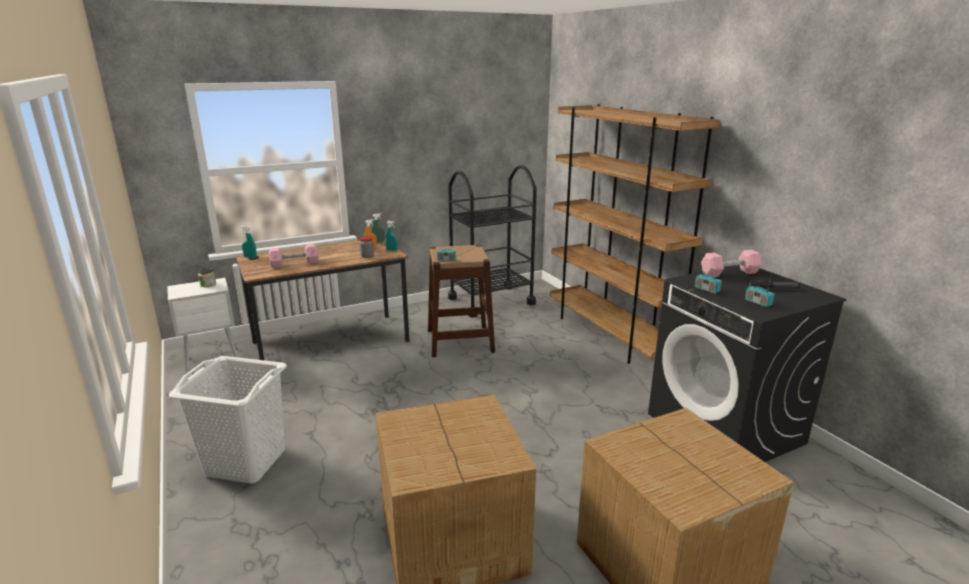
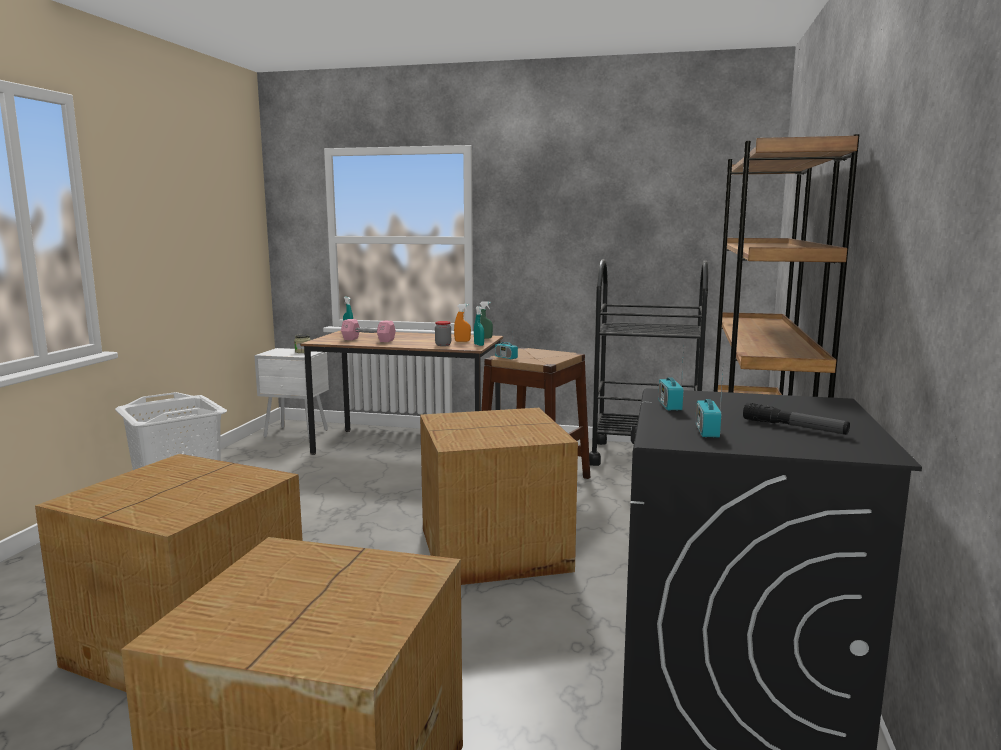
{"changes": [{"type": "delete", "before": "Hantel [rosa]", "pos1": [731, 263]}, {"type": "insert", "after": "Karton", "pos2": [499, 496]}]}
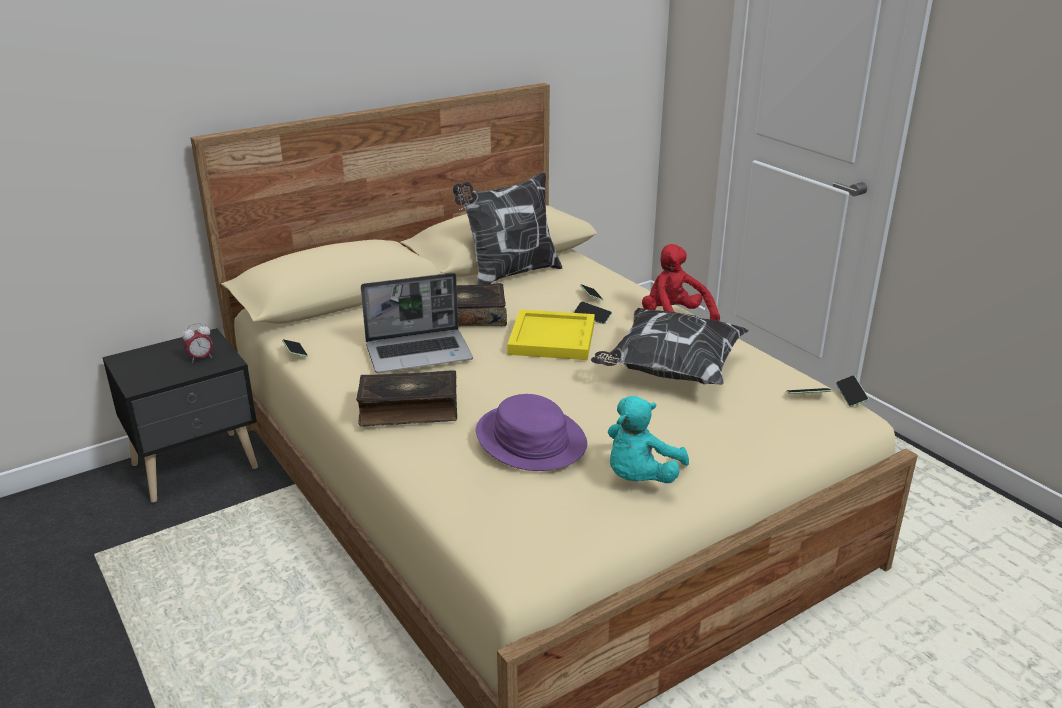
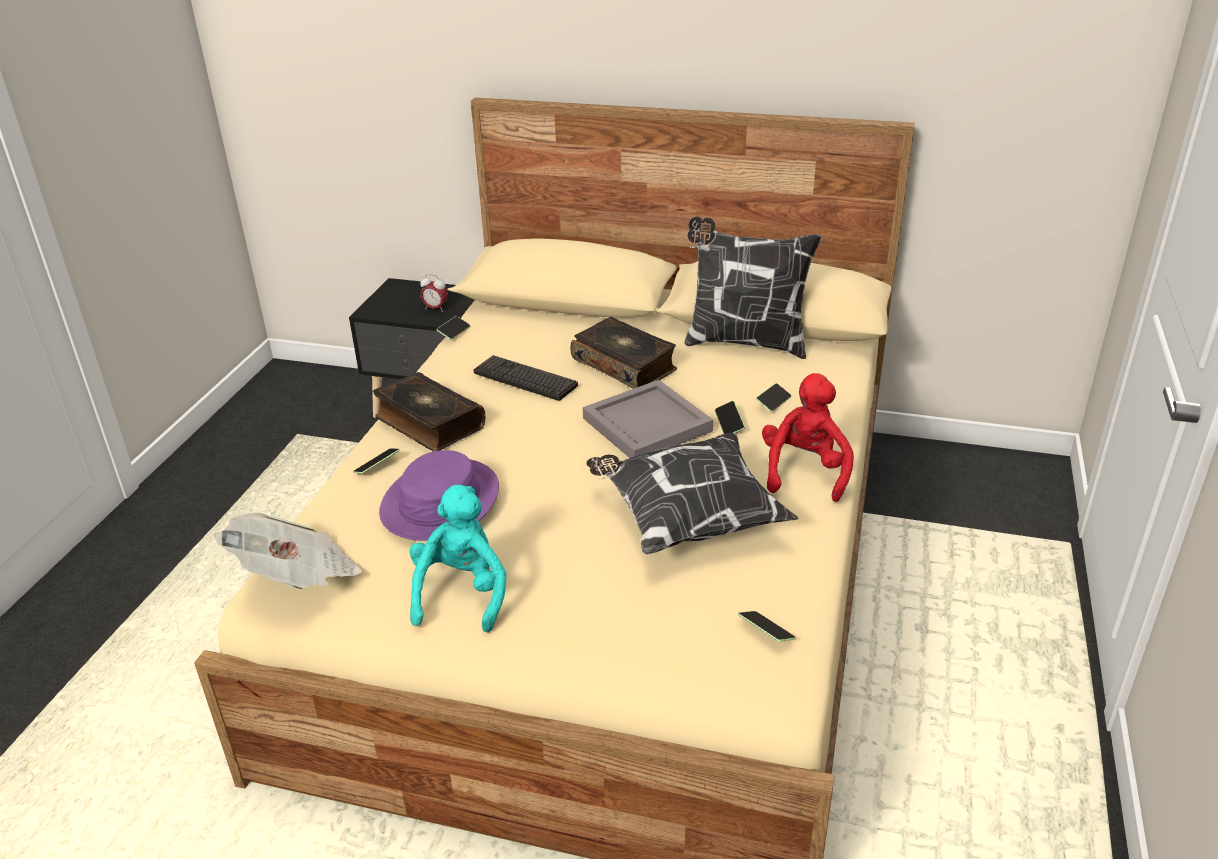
{"changes": [{"type": "insert", "after": "Zeitung", "pos2": [288, 551]}, {"type": "move", "before": "Handy", "pos1": [852, 391], "pos2": [376, 461]}, {"type": "replace", "before": "Laptop", "after": "Tastatur", "pos1": [417, 323], "pos2": [526, 378]}, {"type": "recolor", "before": "Tablett [gelb]", "after": "Tablett [grau]", "pos1": [551, 335], "pos2": [648, 419]}, {"type": "rotate", "before": "Plüschtier [türkis]", "pos1": [648, 439], "pos2": [458, 558], "turn": 105}]}
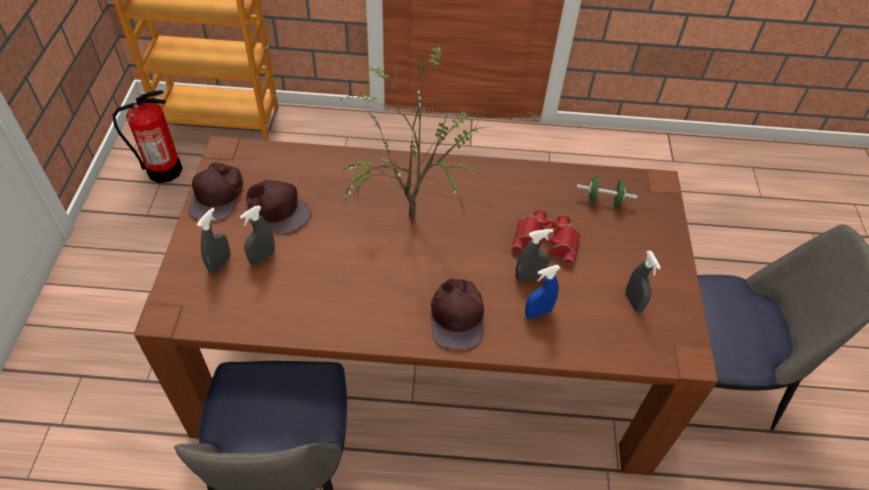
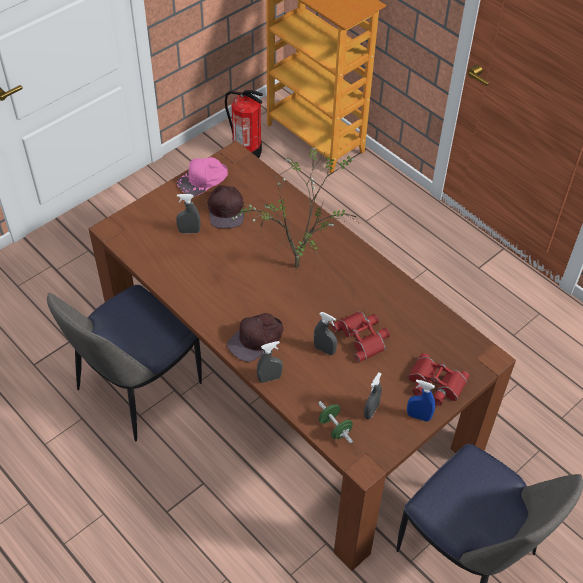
{"changes": [{"type": "insert", "after": "Fernglas [rot]", "pos2": [438, 379]}, {"type": "move", "before": "Sprühflasche [grau]", "pos1": [213, 240], "pos2": [270, 362]}, {"type": "move", "before": "Sprühflasche [blau]", "pos1": [542, 292], "pos2": [421, 400]}, {"type": "move", "before": "Hantel [grün]", "pos1": [607, 191], "pos2": [335, 422]}, {"type": "recolor", "before": "Kappe [braun]", "after": "Kappe [rosa]", "pos1": [215, 192], "pos2": [202, 176]}]}
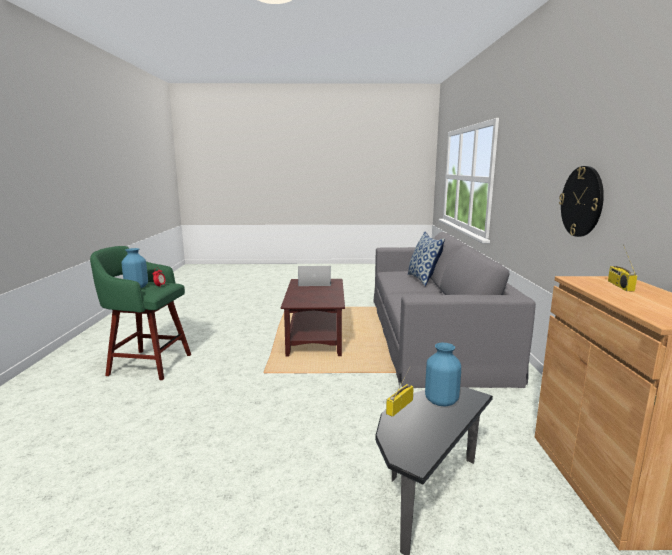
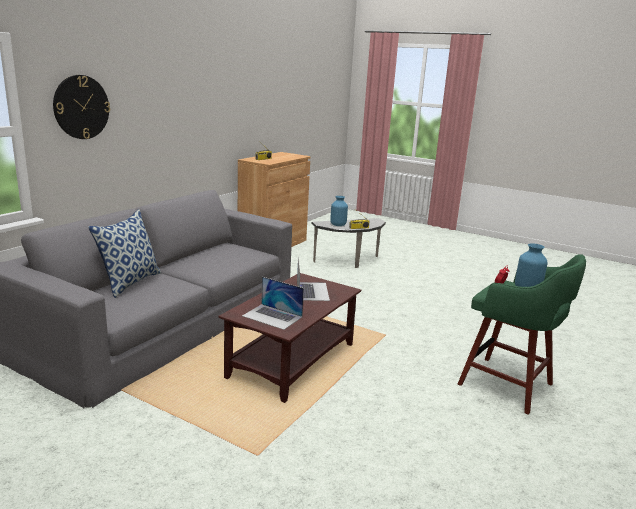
{"changes": [{"type": "insert", "after": "Laptop", "pos2": [313, 279]}, {"type": "move", "before": "Wanduhr", "pos1": [581, 201], "pos2": [81, 107]}]}
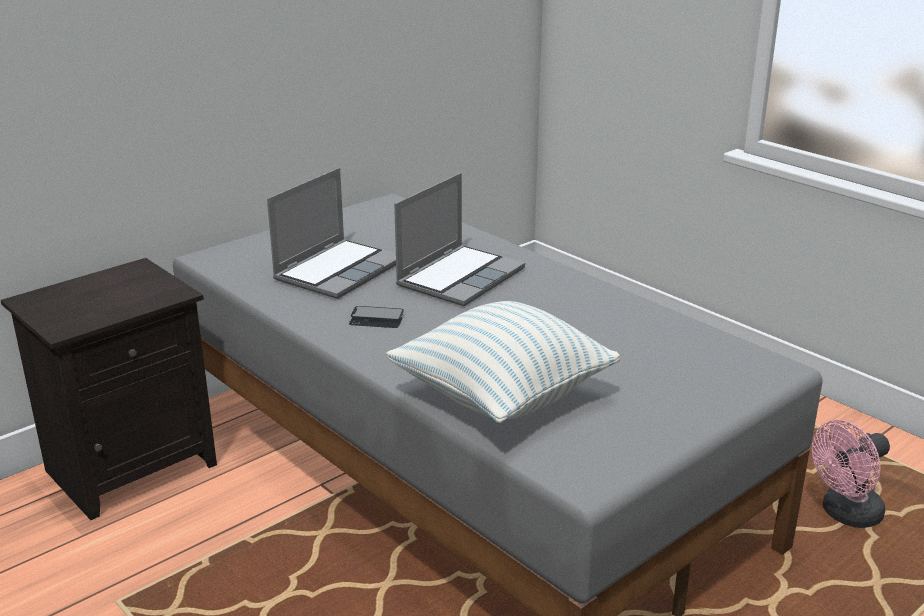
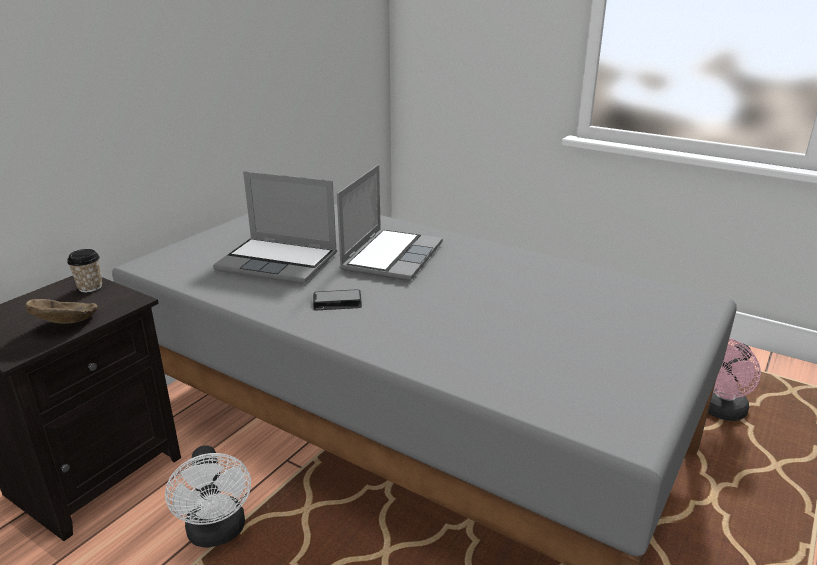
{"changes": [{"type": "delete", "before": "Kissen", "pos1": [503, 362]}, {"type": "insert", "after": "Schüssel [braun]", "pos2": [61, 311]}, {"type": "insert", "after": "Tasse", "pos2": [84, 270]}, {"type": "insert", "after": "Ventilator [weiß]", "pos2": [208, 496]}, {"type": "rotate", "before": "Laptop", "pos1": [331, 233], "pos2": [275, 227], "turn": 90}]}
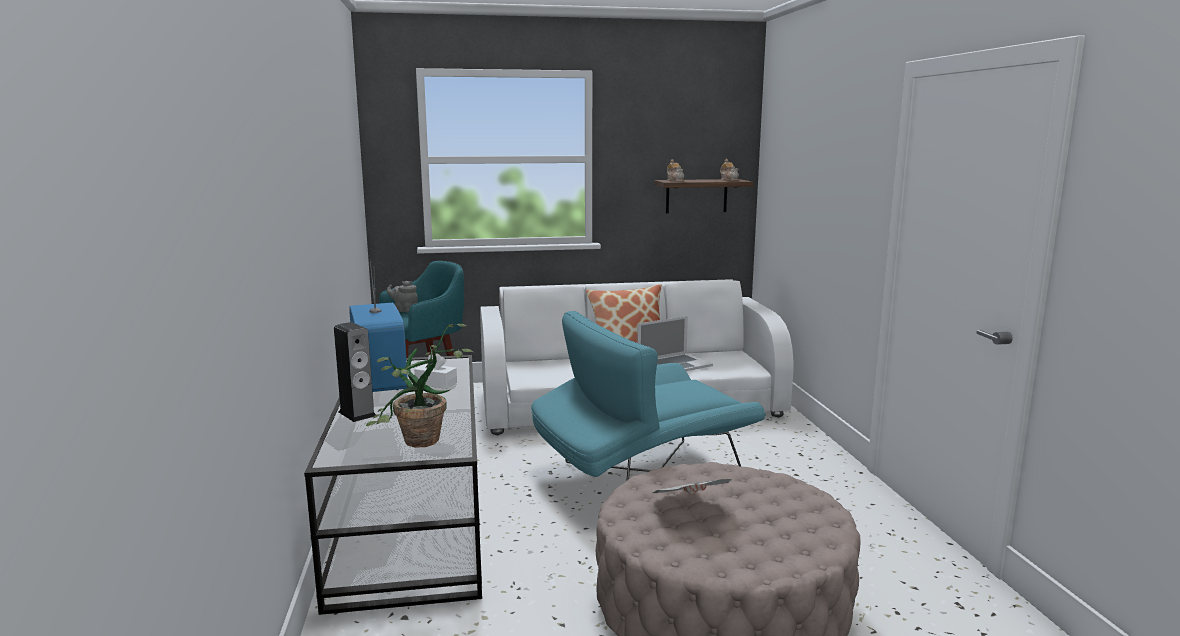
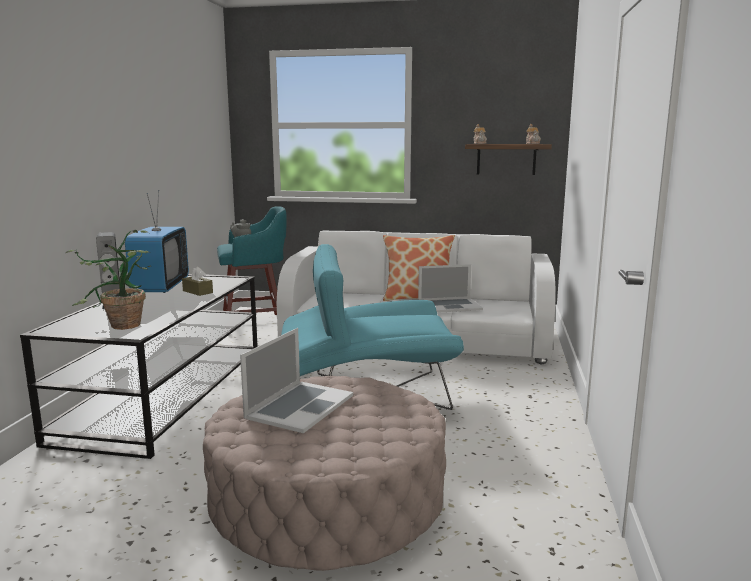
{"changes": [{"type": "replace", "before": "Zeitung", "after": "Laptop", "pos1": [692, 487], "pos2": [296, 380]}, {"type": "recolor", "before": "Taschentuchbox [weiß]", "after": "Taschentuchbox [braun]", "pos1": [435, 371], "pos2": [197, 281]}]}
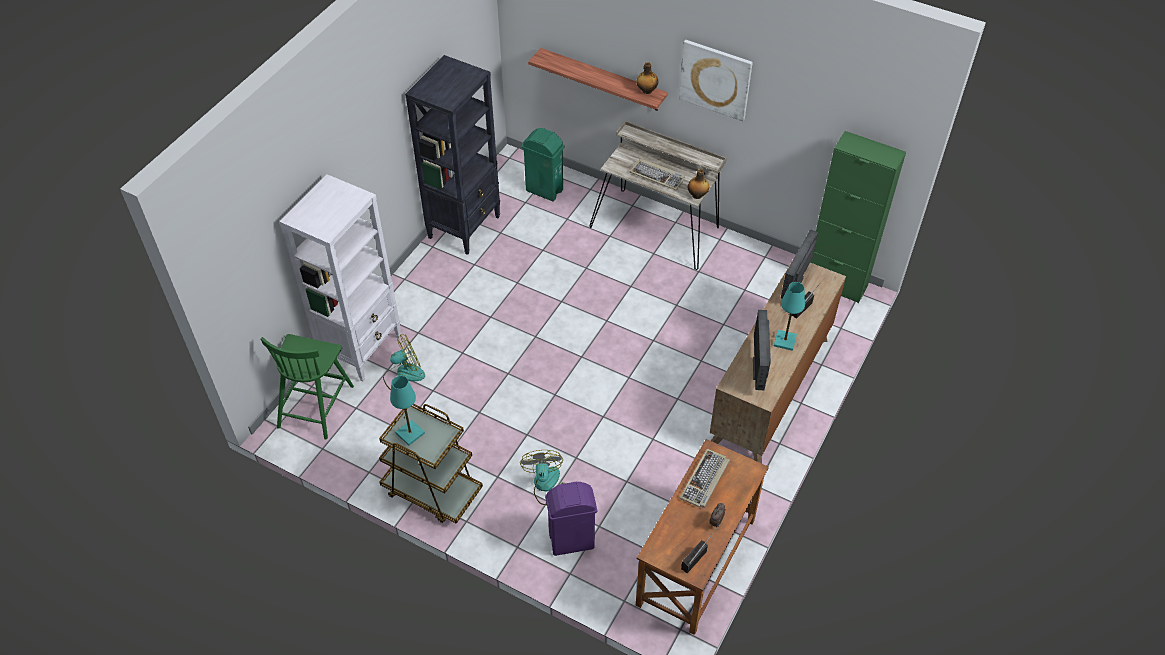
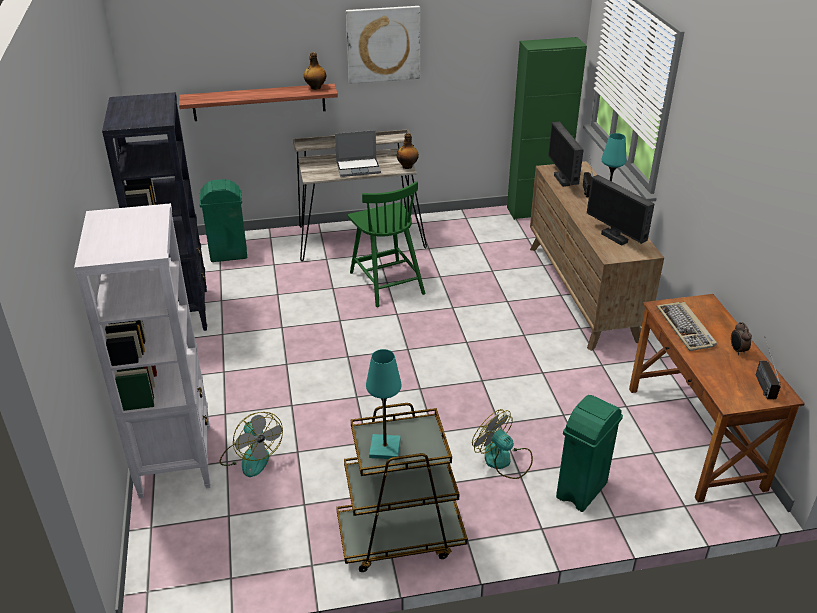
{"changes": [{"type": "move", "before": "Stuhl [grün]", "pos1": [307, 387], "pos2": [386, 244]}, {"type": "replace", "before": "Tastatur", "after": "Laptop", "pos1": [657, 175], "pos2": [358, 153]}, {"type": "recolor", "before": "Mülleimer [lila]", "after": "Mülleimer [grün]", "pos1": [571, 519], "pos2": [589, 453]}, {"type": "rotate", "before": "Ventilator", "pos1": [404, 362], "pos2": [251, 444], "turn": 120}]}
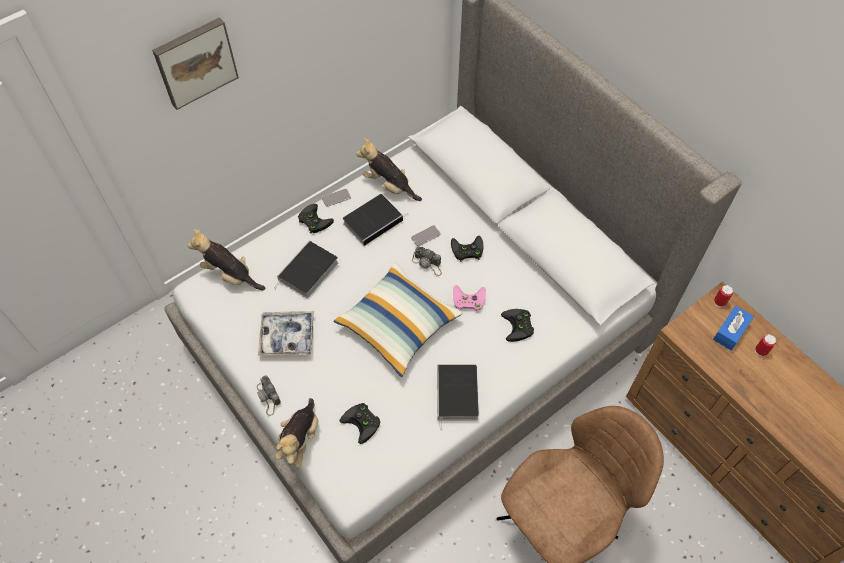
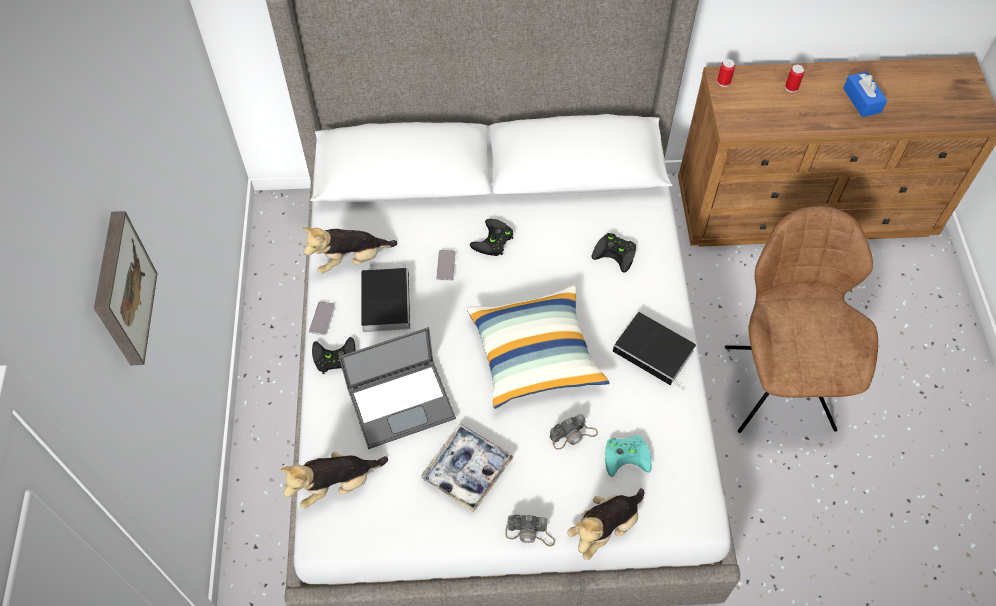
{"changes": [{"type": "delete", "before": "Gamepad [rosa]", "pos1": [469, 298]}, {"type": "move", "before": "Kamera", "pos1": [427, 261], "pos2": [574, 432]}, {"type": "move", "before": "Taschentuchbox [blau]", "pos1": [733, 328], "pos2": [865, 94]}, {"type": "replace", "before": "Buch", "after": "Laptop", "pos1": [306, 269], "pos2": [397, 388]}, {"type": "recolor", "before": "Gamepad [schwarz]", "after": "Gamepad [türkis]", "pos1": [360, 423], "pos2": [628, 456]}, {"type": "rotate", "before": "Plüschtier", "pos1": [297, 433], "pos2": [605, 524], "turn": 90}]}
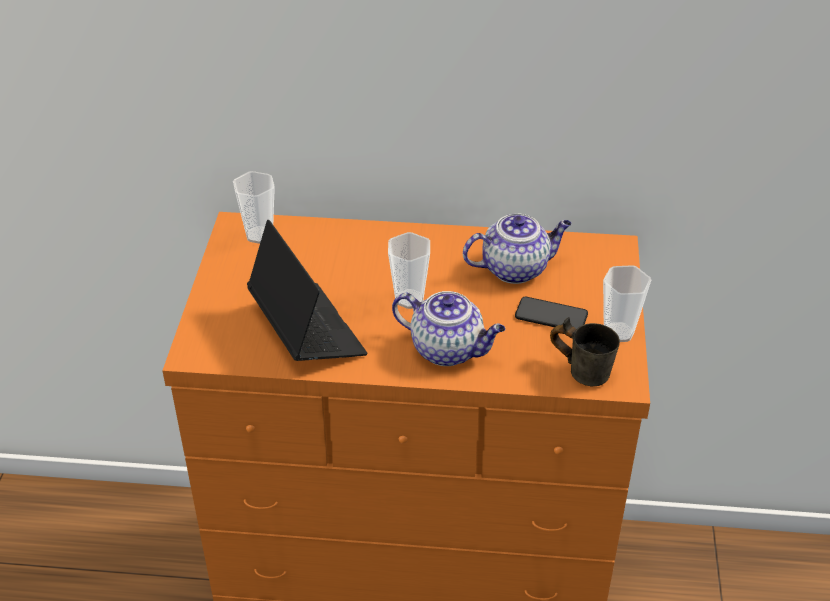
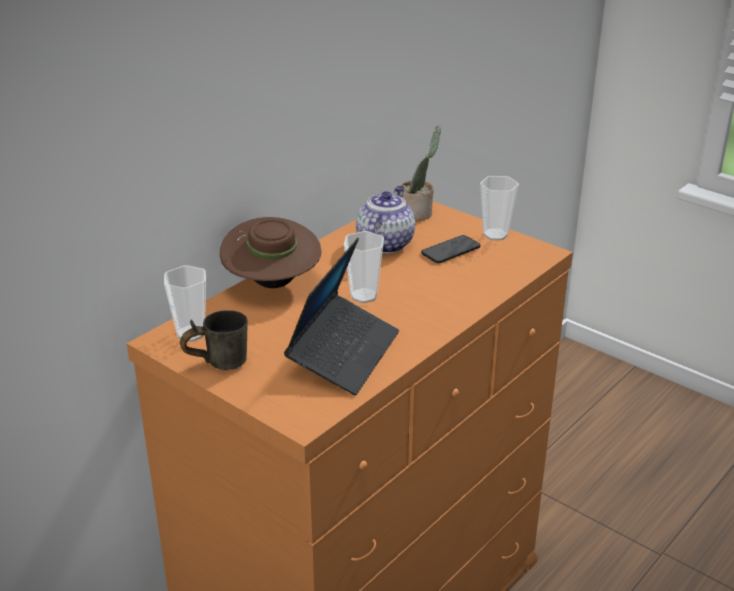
{"changes": [{"type": "delete", "before": "Teekanne", "pos1": [448, 328]}, {"type": "insert", "after": "Hut [braun]", "pos2": [270, 252]}, {"type": "insert", "after": "Topfpflanze", "pos2": [421, 173]}, {"type": "move", "before": "Henkelbecher [grau]", "pos1": [585, 351], "pos2": [214, 340]}, {"type": "rotate", "before": "Laptop", "pos1": [307, 290], "pos2": [341, 316], "turn": 105}]}
